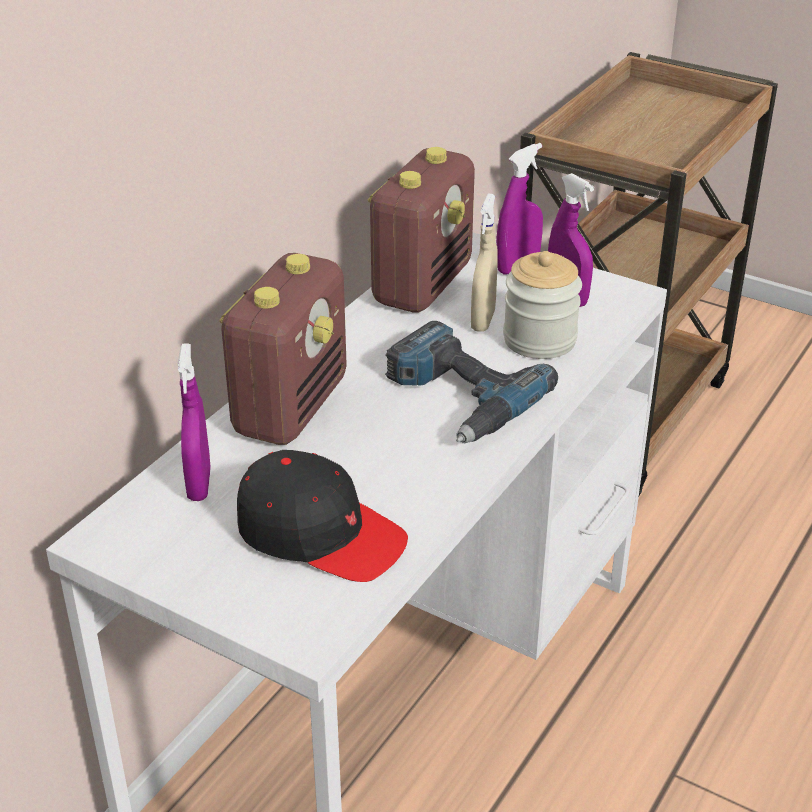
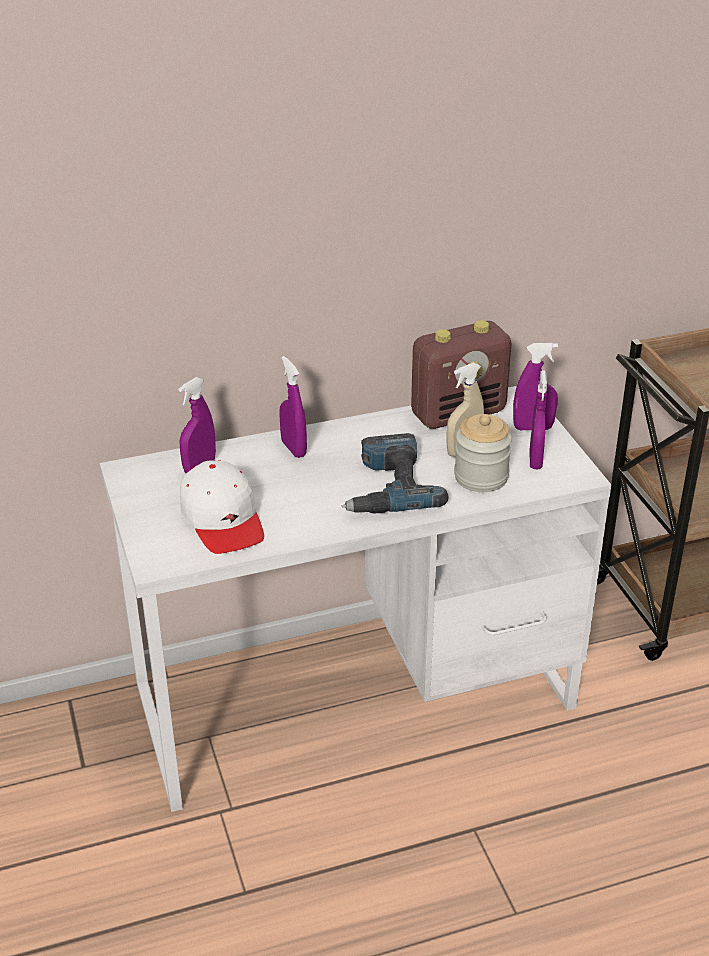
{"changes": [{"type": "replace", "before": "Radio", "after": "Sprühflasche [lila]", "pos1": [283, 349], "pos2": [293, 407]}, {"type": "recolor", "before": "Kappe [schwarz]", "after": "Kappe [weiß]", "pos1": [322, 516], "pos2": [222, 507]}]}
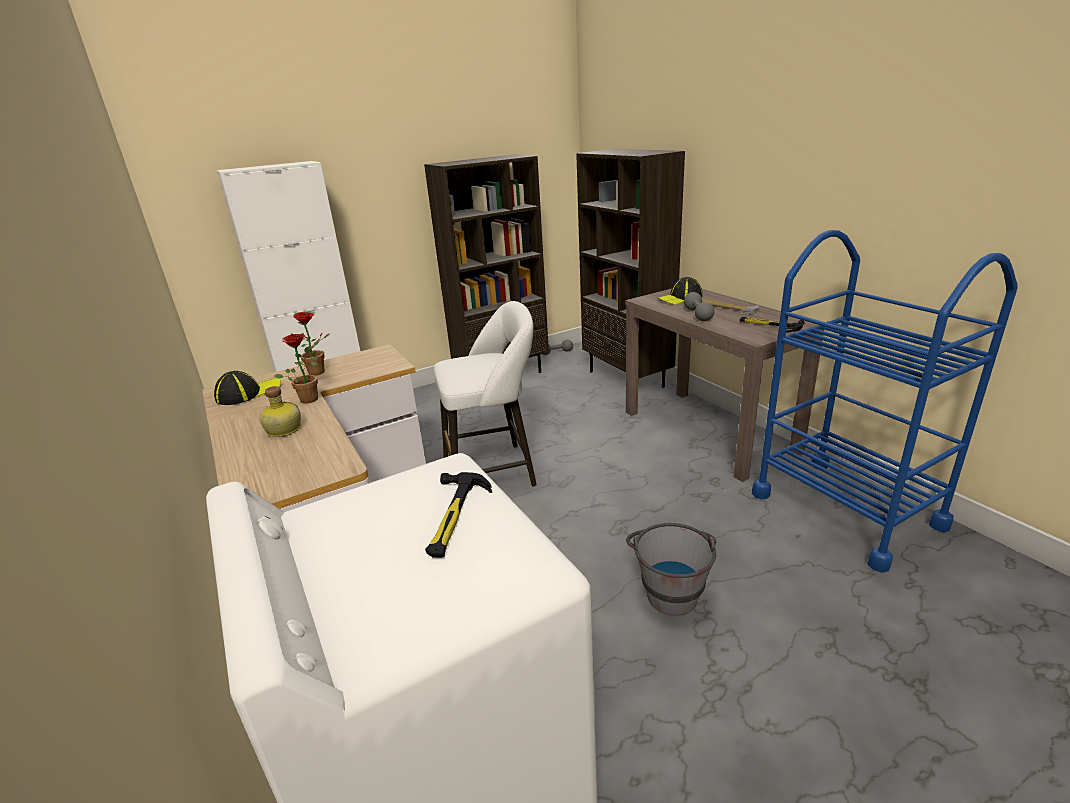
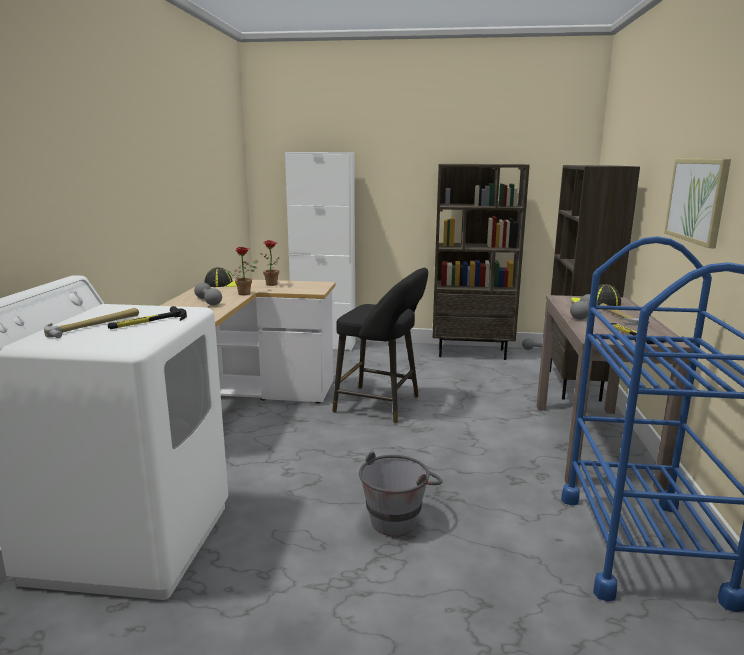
{"changes": [{"type": "insert", "after": "Hammer", "pos2": [91, 323]}, {"type": "insert", "after": "Bild", "pos2": [697, 203]}, {"type": "replace", "before": "Flasche", "after": "Hantel [grau]", "pos1": [280, 411], "pos2": [208, 293]}, {"type": "recolor", "before": "Hocker [weiß]", "after": "Hocker [schwarz]", "pos1": [485, 394], "pos2": [380, 346]}]}
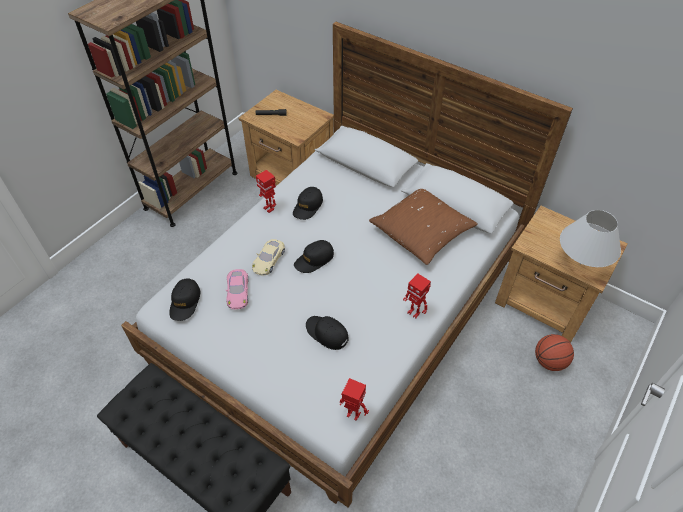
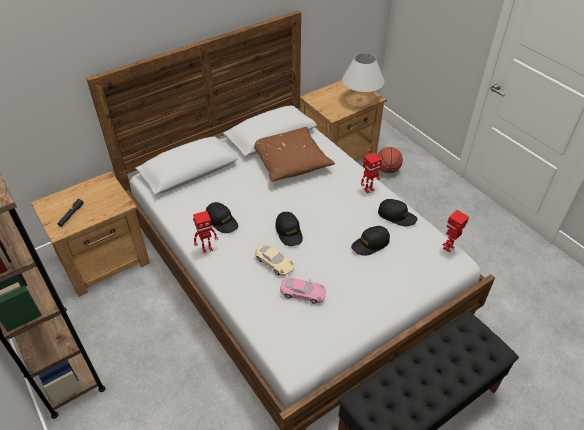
{"changes": [{"type": "move", "before": "Kappe [schwarz]", "pos1": [184, 299], "pos2": [398, 212]}]}
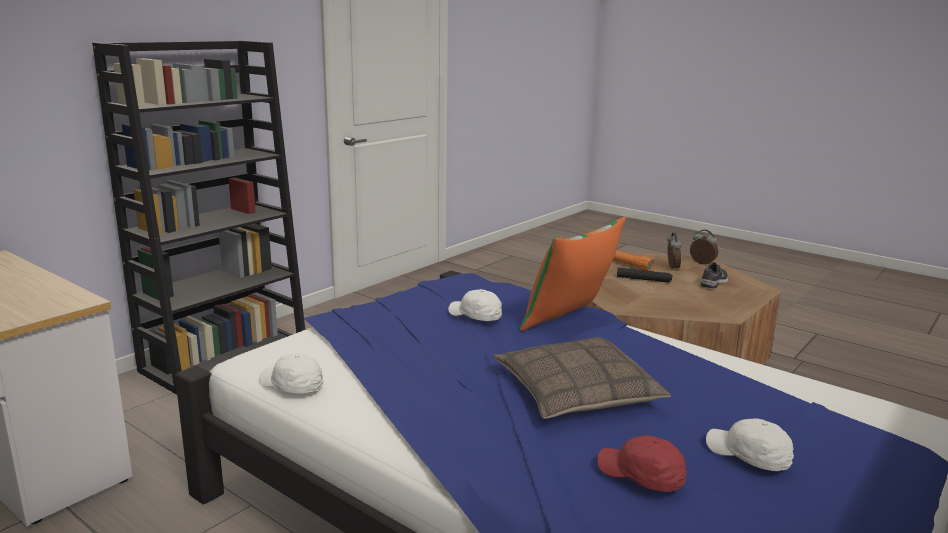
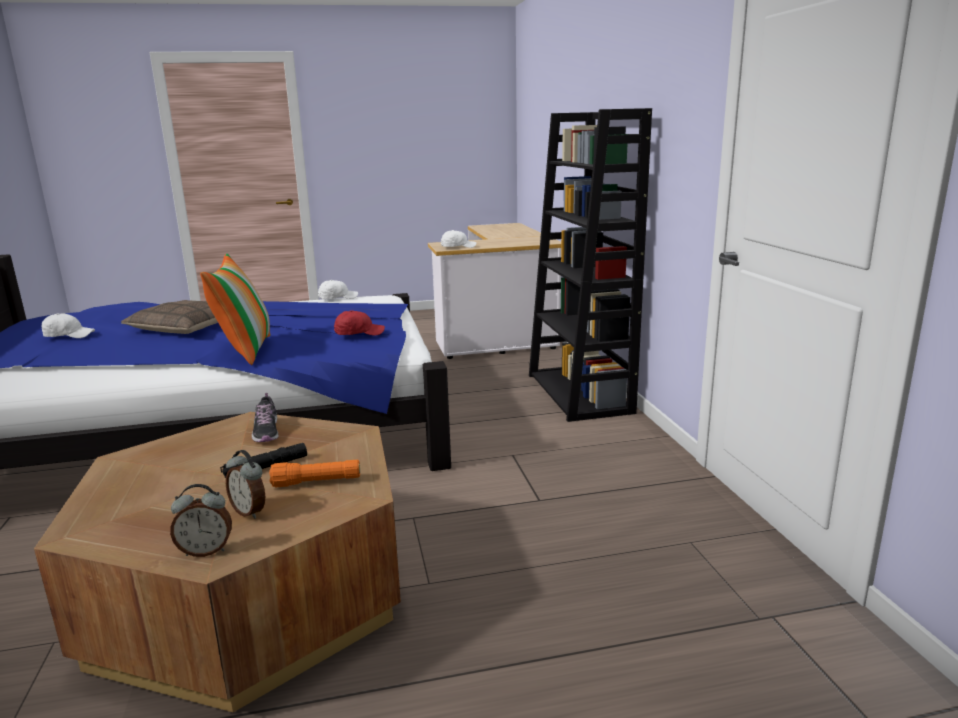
{"changes": [{"type": "move", "before": "Kappe [weiß]", "pos1": [475, 305], "pos2": [458, 239]}, {"type": "move", "before": "Kappe [rot]", "pos1": [642, 463], "pos2": [359, 323]}, {"type": "move", "before": "Schuh", "pos1": [714, 275], "pos2": [265, 417]}]}
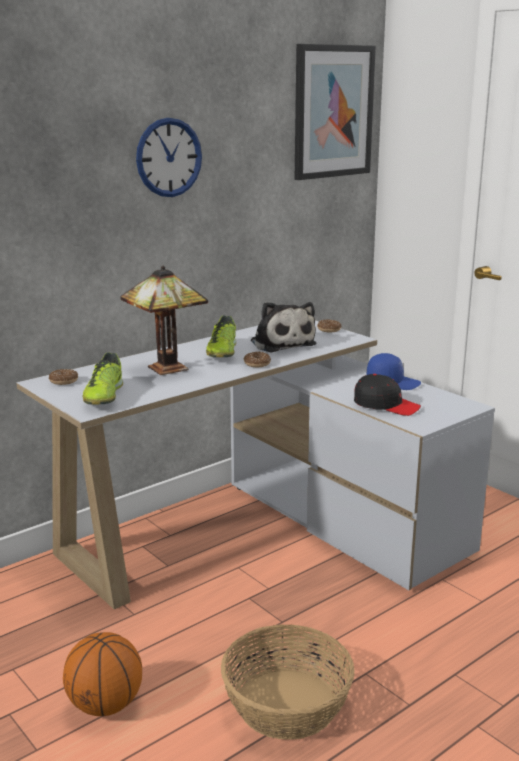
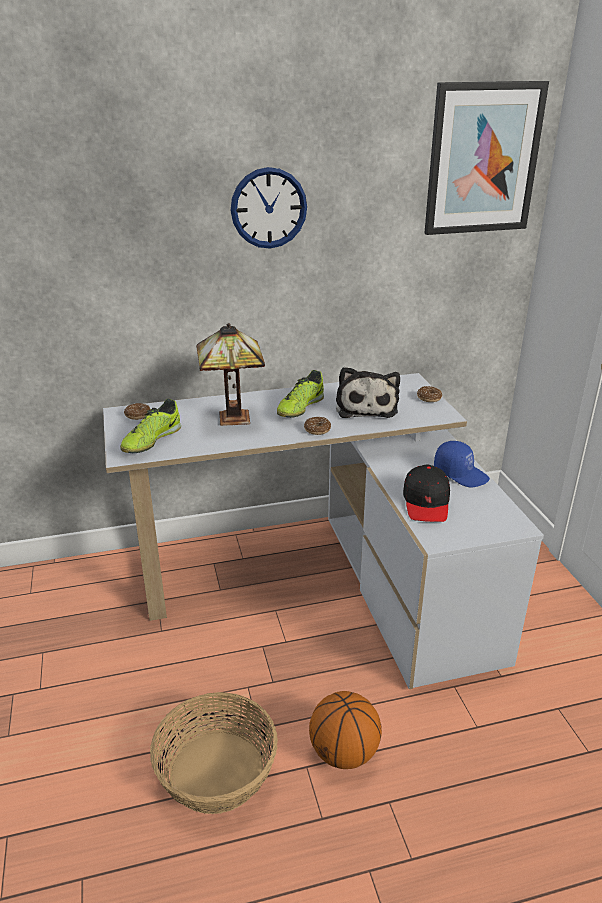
{"changes": [{"type": "move", "before": "Basketball", "pos1": [102, 674], "pos2": [345, 730]}, {"type": "rotate", "before": "Kappe [schwarz]", "pos1": [387, 395], "pos2": [426, 493], "turn": 45}]}
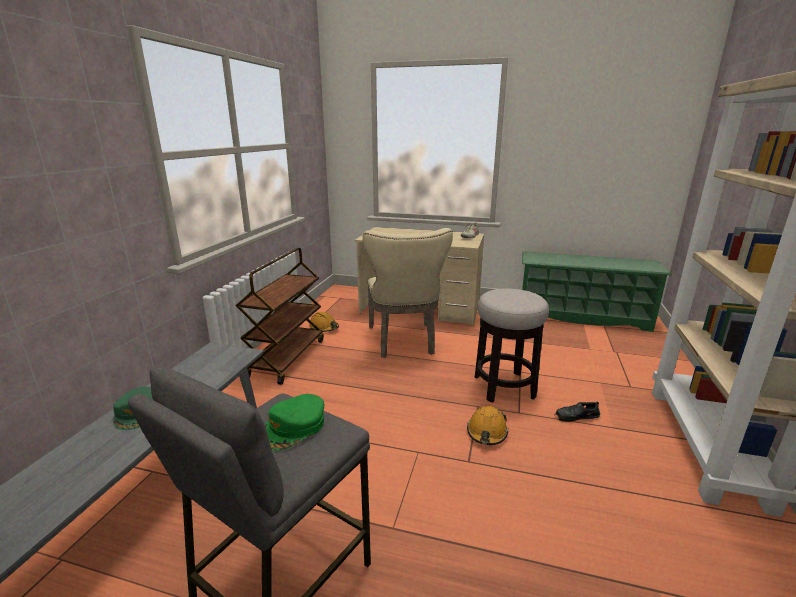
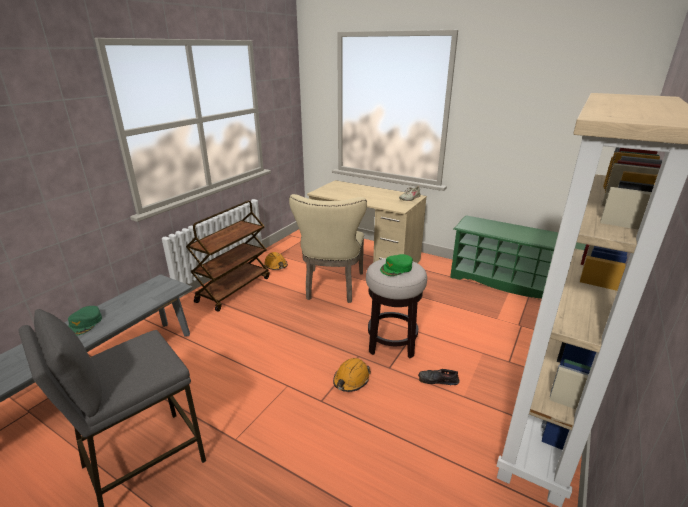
{"changes": [{"type": "move", "before": "Kappe [grün]", "pos1": [294, 422], "pos2": [396, 265]}]}
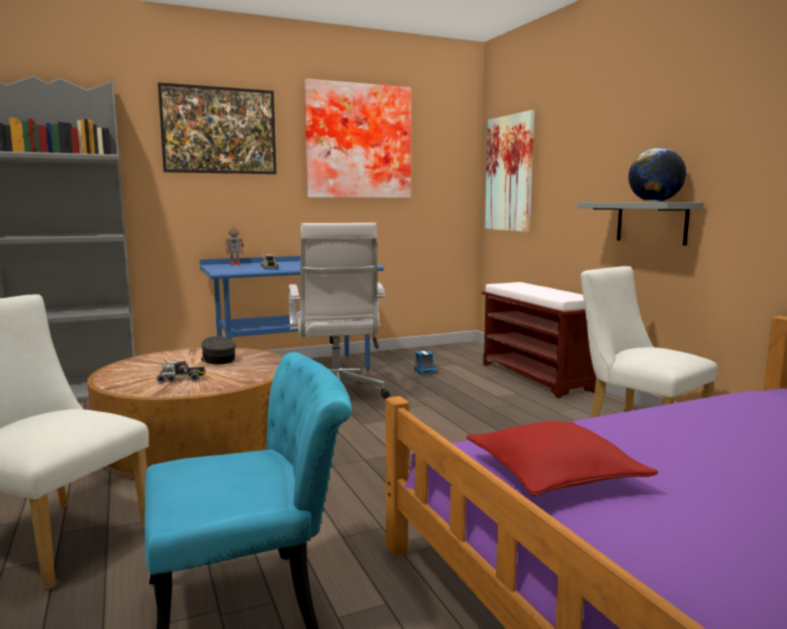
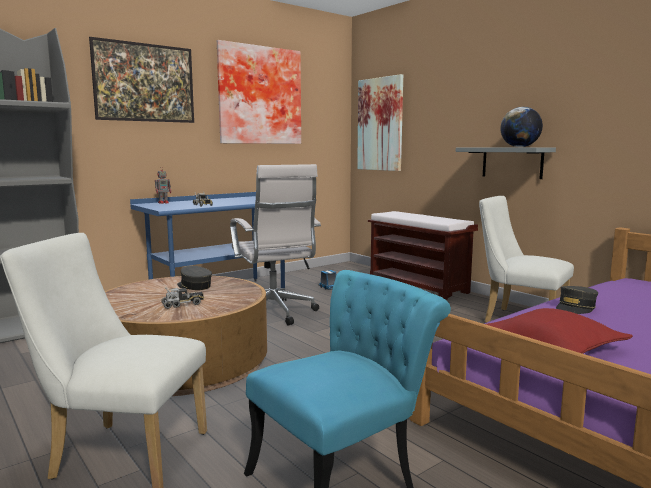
{"changes": [{"type": "insert", "after": "Kappe [grau]", "pos2": [577, 300]}]}
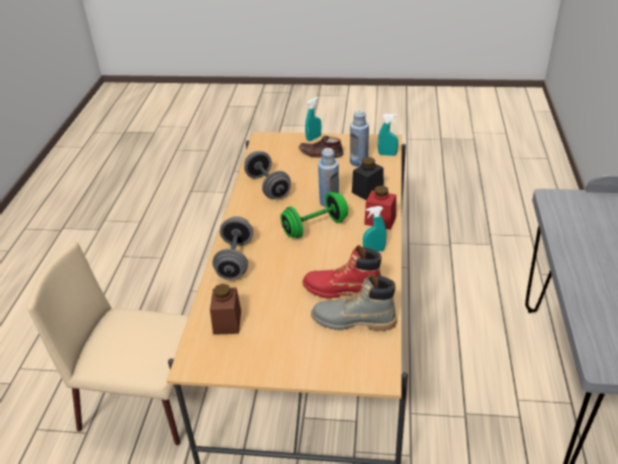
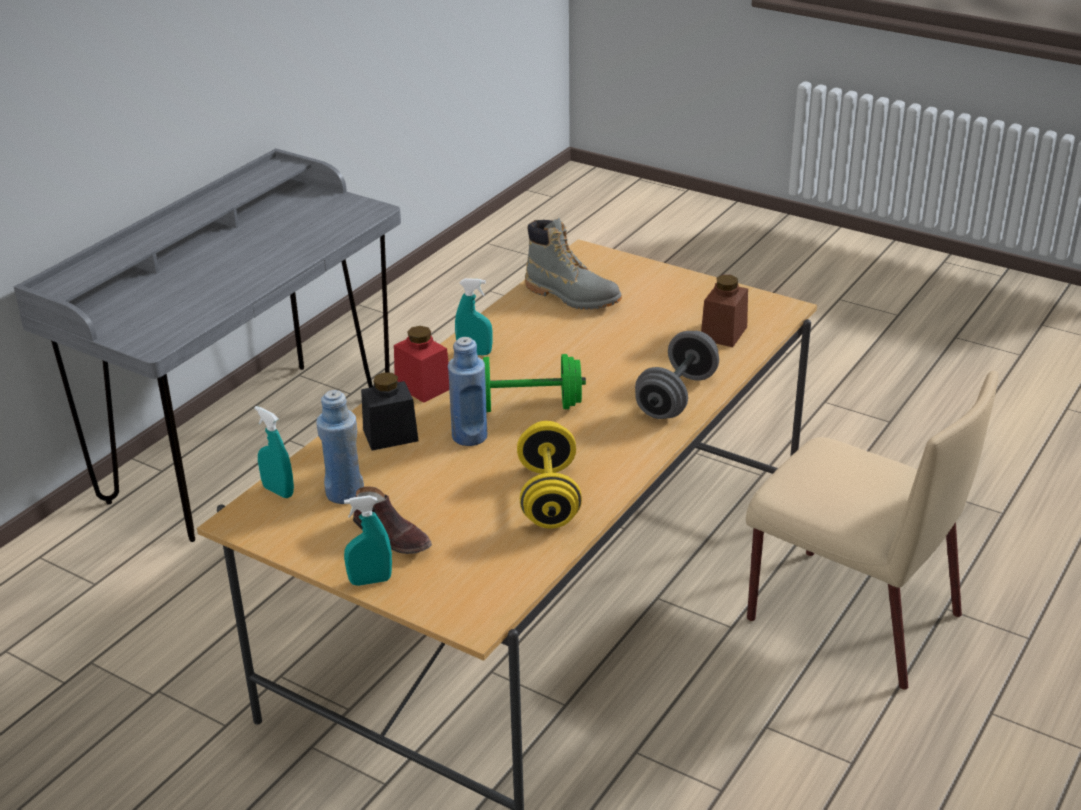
{"changes": [{"type": "delete", "before": "Stiefel [rot]", "pos1": [342, 272]}, {"type": "recolor", "before": "Hantel [grau]", "after": "Hantel [gelb]", "pos1": [267, 175], "pos2": [549, 475]}]}
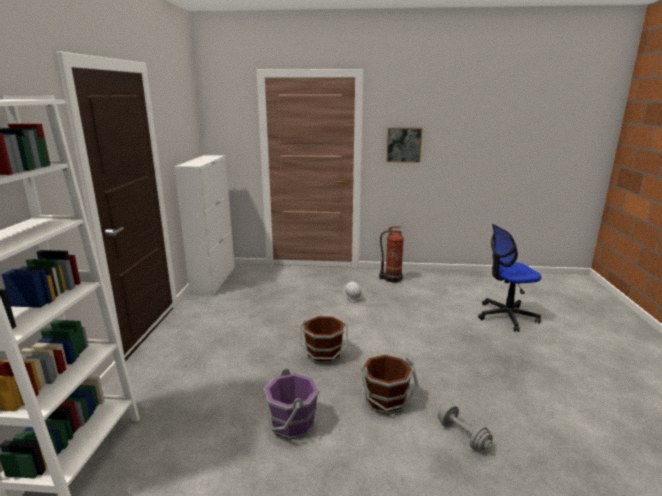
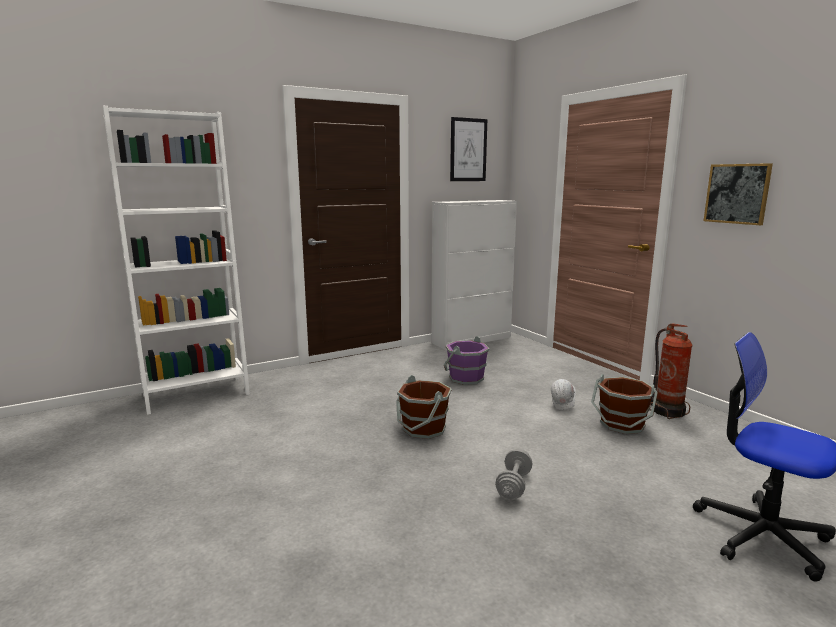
{"changes": [{"type": "insert", "after": "Bild", "pos2": [468, 149]}, {"type": "move", "before": "Eimer [lila]", "pos1": [292, 404], "pos2": [467, 360]}, {"type": "move", "before": "Eimer [braun]", "pos1": [389, 384], "pos2": [624, 404]}, {"type": "move", "before": "Hantel [grau]", "pos1": [465, 428], "pos2": [514, 474]}]}
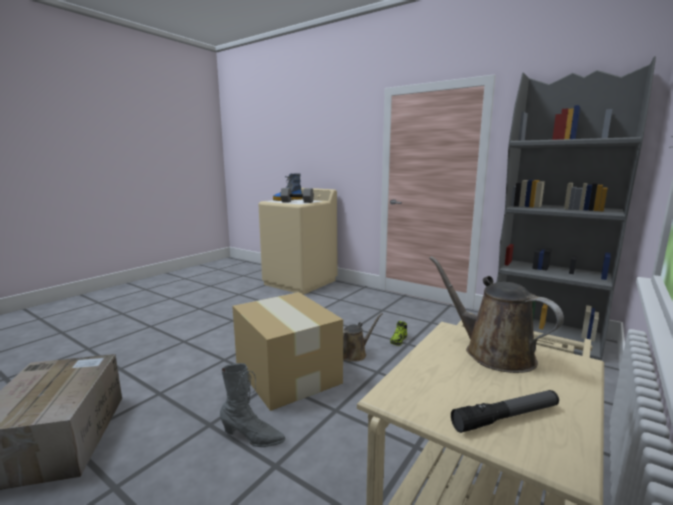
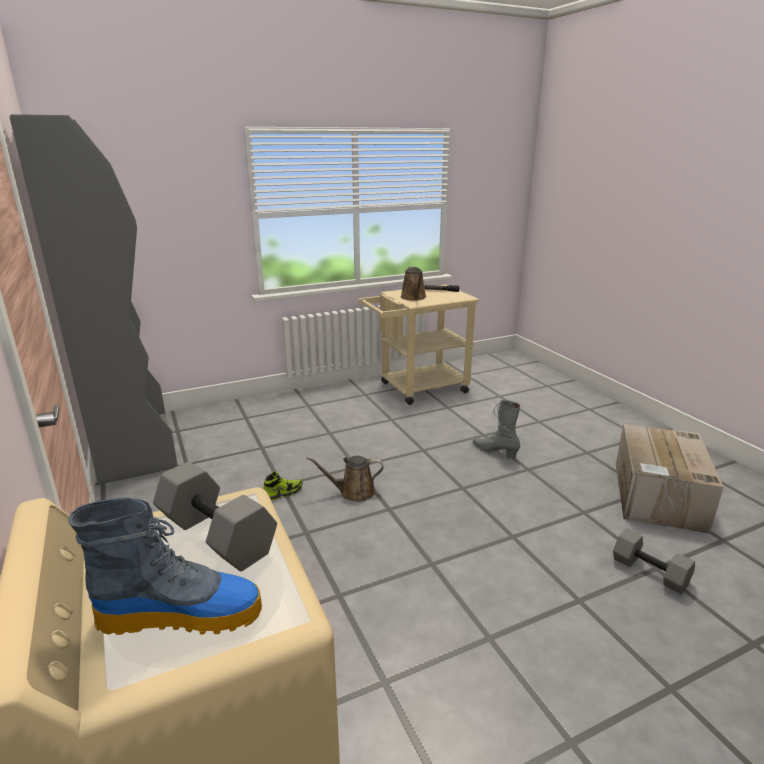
{"changes": [{"type": "delete", "before": "Karton", "pos1": [287, 351]}, {"type": "insert", "after": "Hantel [grau]", "pos2": [654, 561]}]}
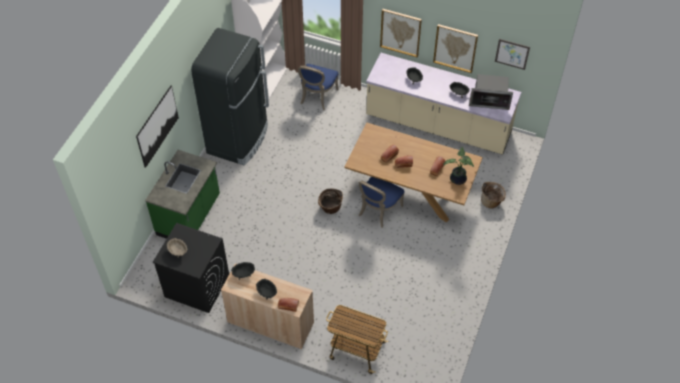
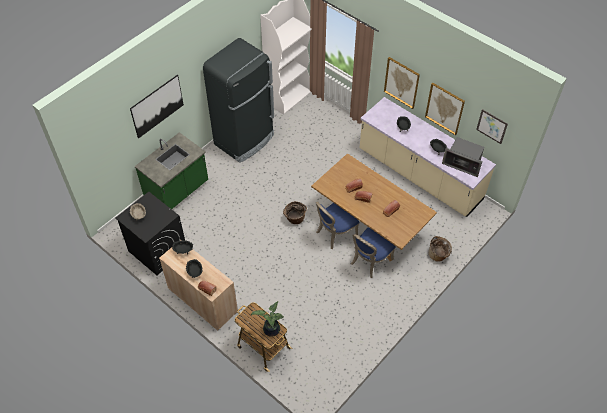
{"changes": [{"type": "move", "before": "Stuhl [blau]", "pos1": [318, 87], "pos2": [373, 253]}, {"type": "move", "before": "Topfpflanze", "pos1": [458, 166], "pos2": [267, 319]}]}
